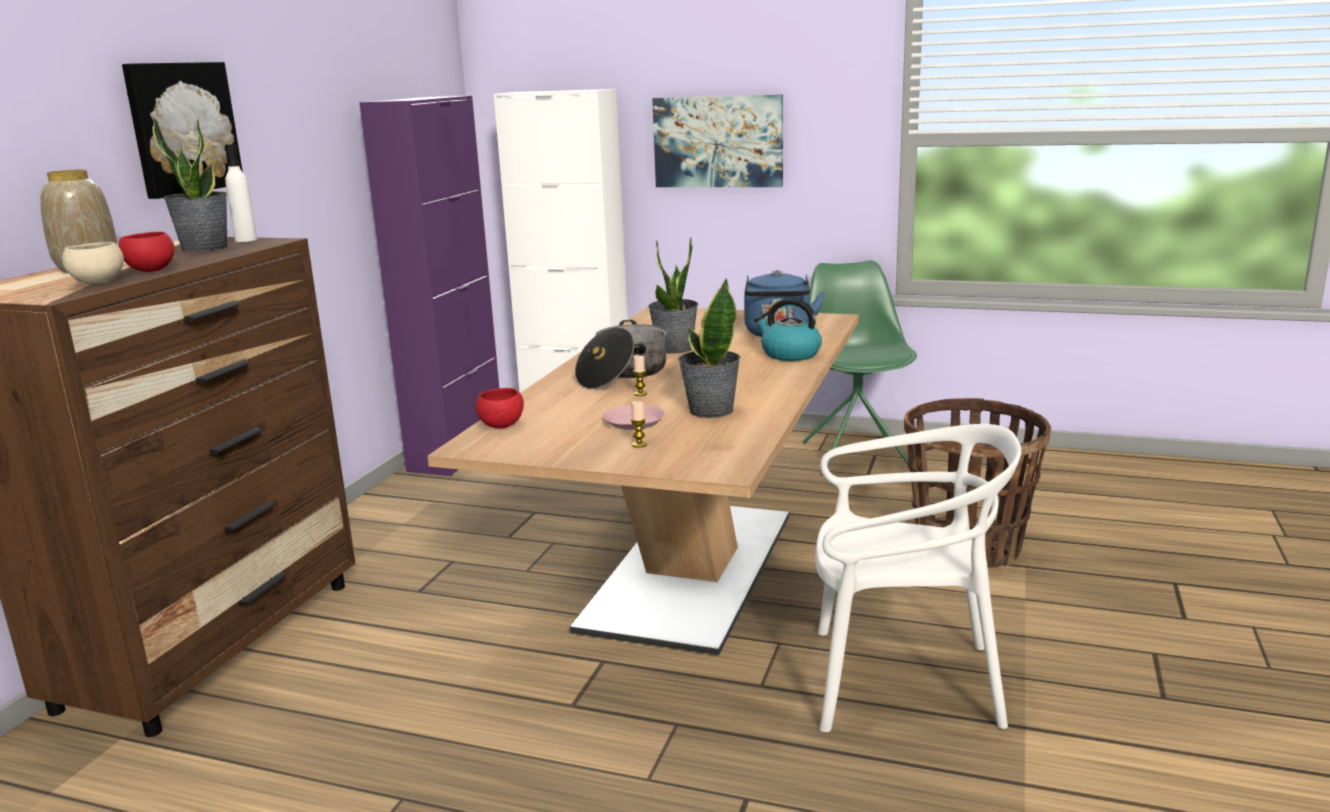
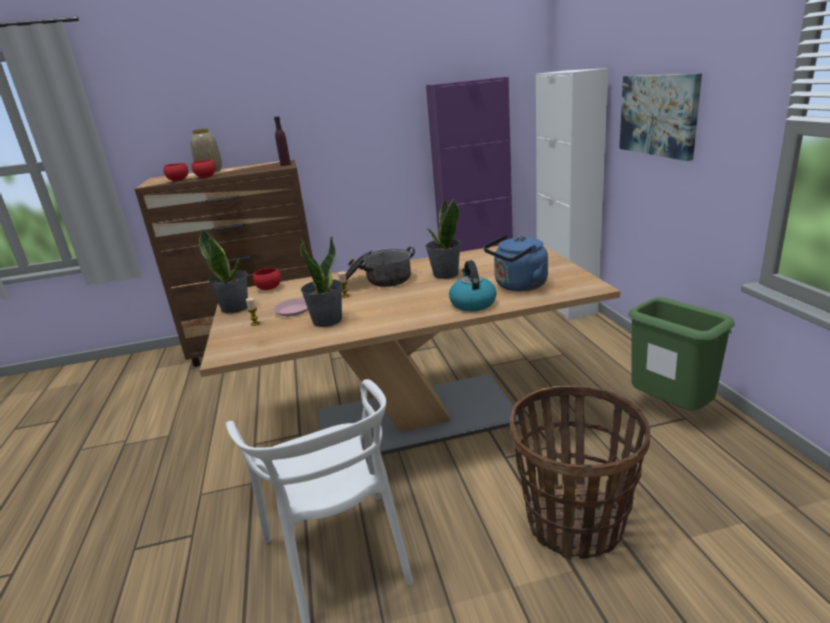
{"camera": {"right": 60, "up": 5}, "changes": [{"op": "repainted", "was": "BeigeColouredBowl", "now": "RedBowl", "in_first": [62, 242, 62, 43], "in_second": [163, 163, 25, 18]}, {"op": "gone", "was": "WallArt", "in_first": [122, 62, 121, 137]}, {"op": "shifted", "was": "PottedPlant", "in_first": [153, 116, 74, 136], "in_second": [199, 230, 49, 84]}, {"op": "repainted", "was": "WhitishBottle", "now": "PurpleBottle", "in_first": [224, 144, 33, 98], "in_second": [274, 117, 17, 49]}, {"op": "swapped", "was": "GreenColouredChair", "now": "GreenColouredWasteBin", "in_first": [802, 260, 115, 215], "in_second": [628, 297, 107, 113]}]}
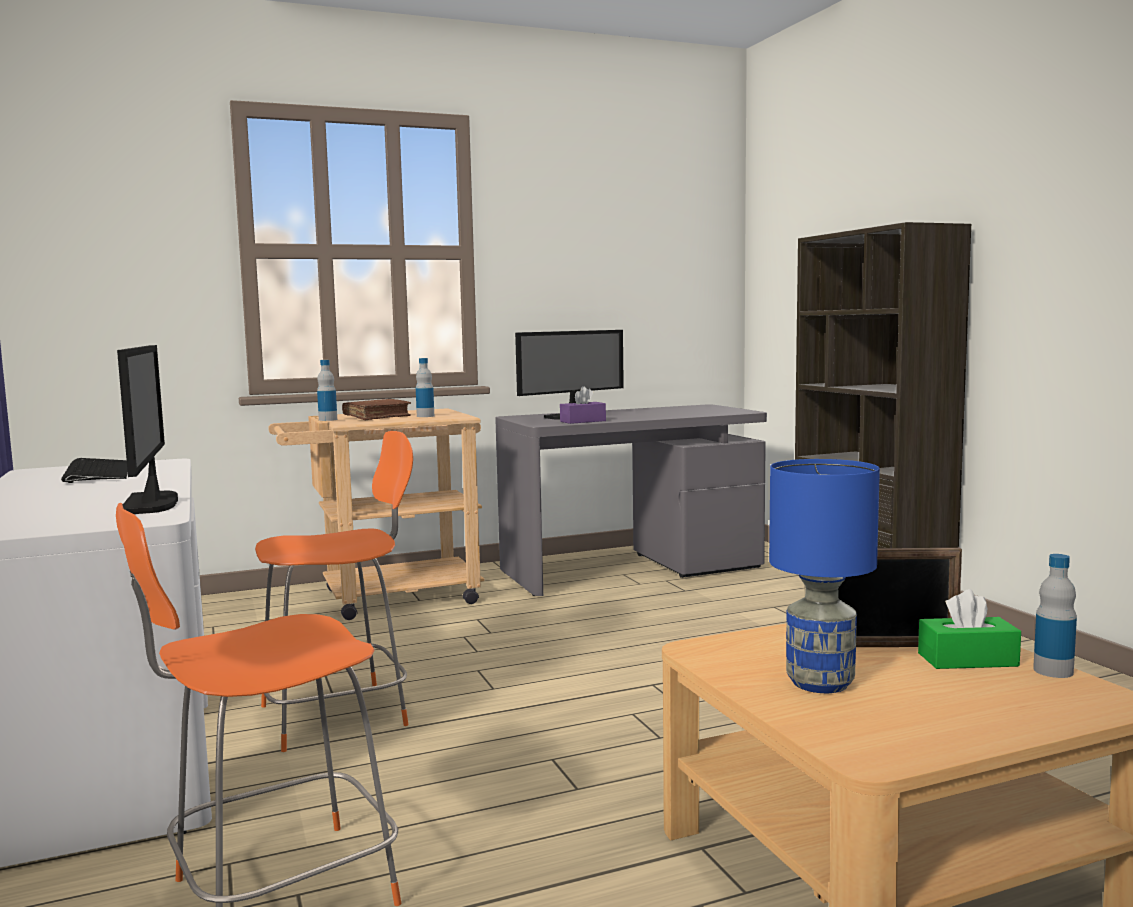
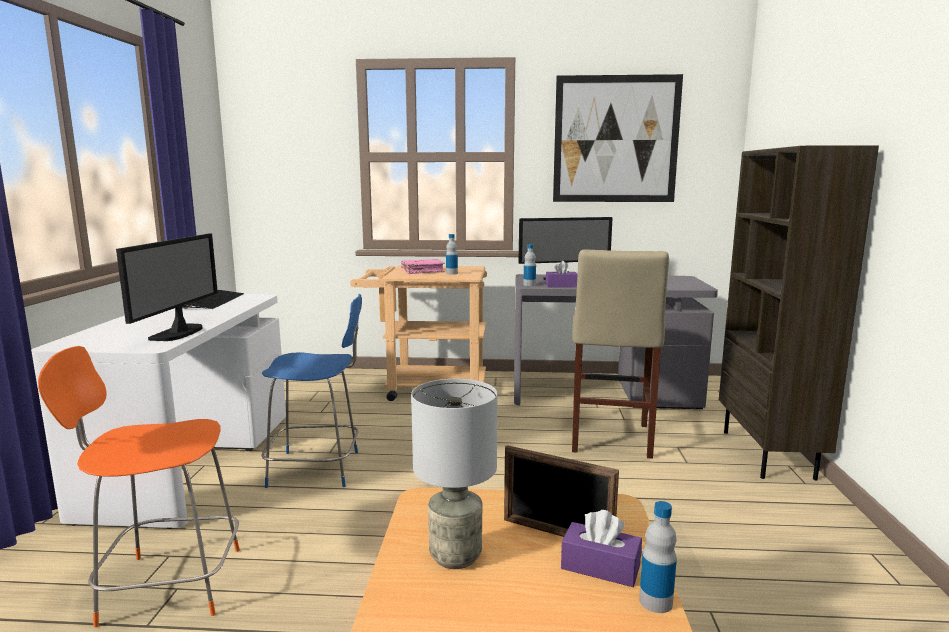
{"camera": {"right": 25, "up": 5}, "changes": [{"op": "repainted", "was": "OrangeyChair", "now": "BlueColouredChair", "in_first": [255, 431, 158, 321], "in_second": [261, 294, 101, 194]}, {"op": "shifted", "was": "Bottle", "in_first": [317, 360, 20, 61], "in_second": [523, 244, 13, 42]}, {"op": "repainted", "was": "BrownishBook", "now": "PinkBook", "in_first": [342, 399, 69, 21], "in_second": [401, 259, 44, 15]}, {"op": "repainted", "was": "BlueColouredTableLamp", "now": "GreyishTableLamp", "in_first": [769, 459, 111, 234], "in_second": [411, 379, 87, 190]}, {"op": "repainted", "was": "GreenColouredBoxOfTissues", "now": "PurpleBoxOfTissues", "in_first": [918, 589, 103, 80], "in_second": [561, 510, 81, 77]}, {"op": "new", "now": "WallArt", "in_second": [553, 74, 130, 128]}, {"op": "new", "now": "BeigeColouredSittingStool", "in_second": [572, 249, 97, 210]}]}
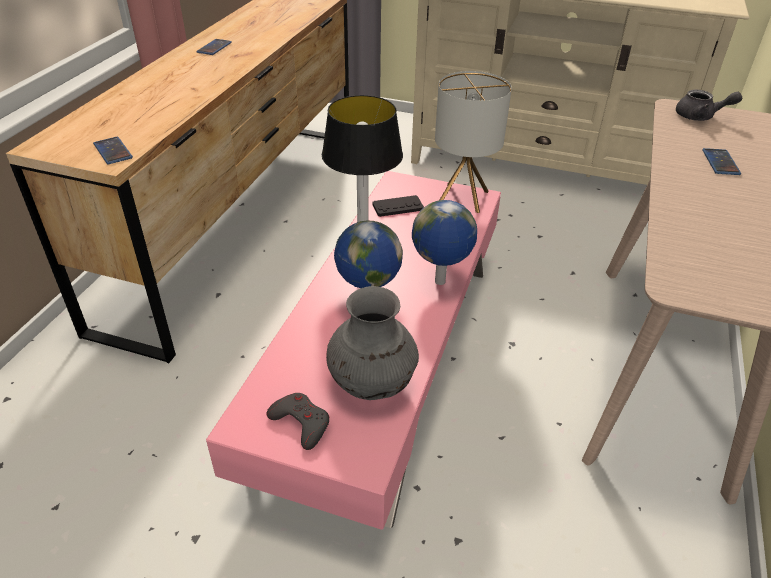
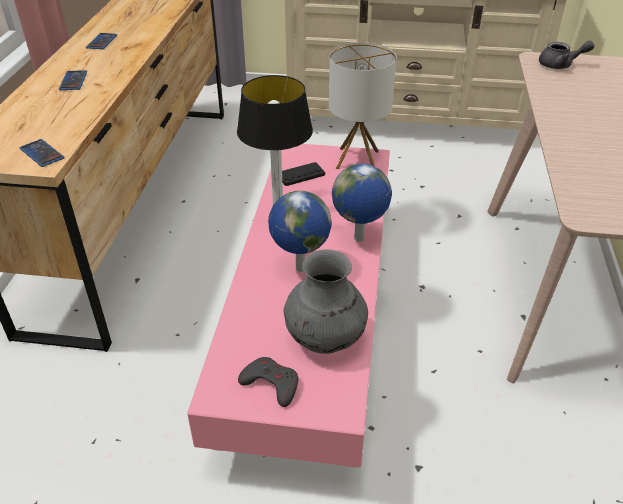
{"camera": {"right": -10, "up": 0}, "changes": [{"op": "shifted", "was": "Telephone", "in_first": [702, 148, 39, 27], "in_second": [59, 70, 28, 20]}]}
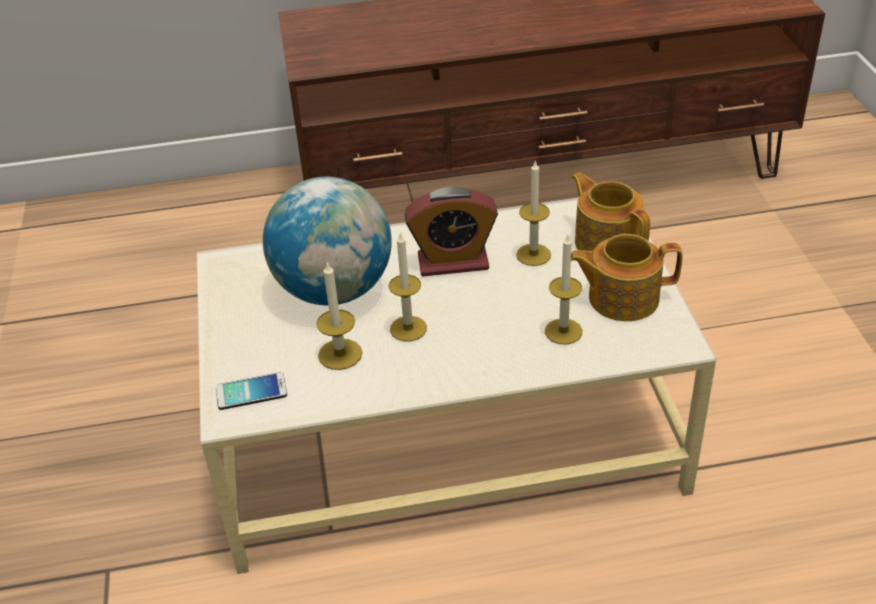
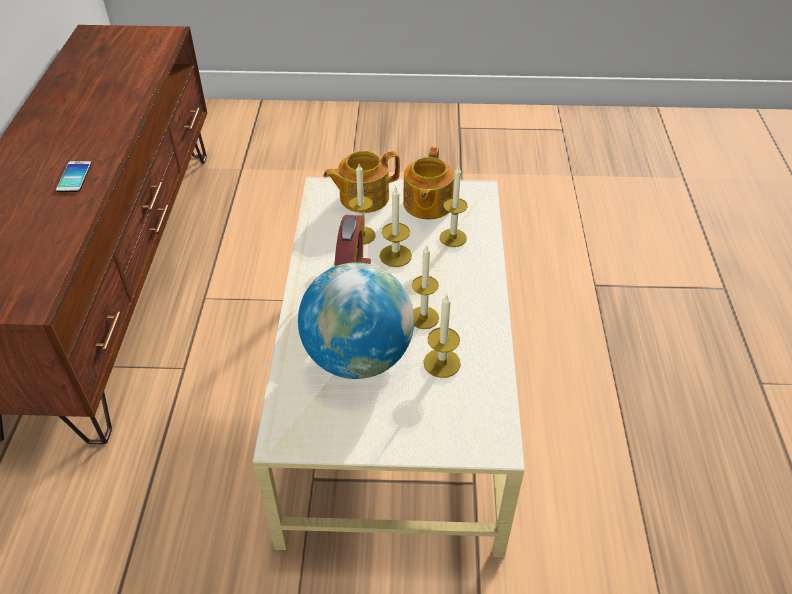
{"camera": {"right": -80, "up": 5}, "changes": [{"op": "shifted", "was": "Telephone", "in_first": [216, 372, 71, 38], "in_second": [56, 161, 36, 31]}, {"op": "new", "now": "WaxLight", "in_second": [380, 187, 32, 80]}]}
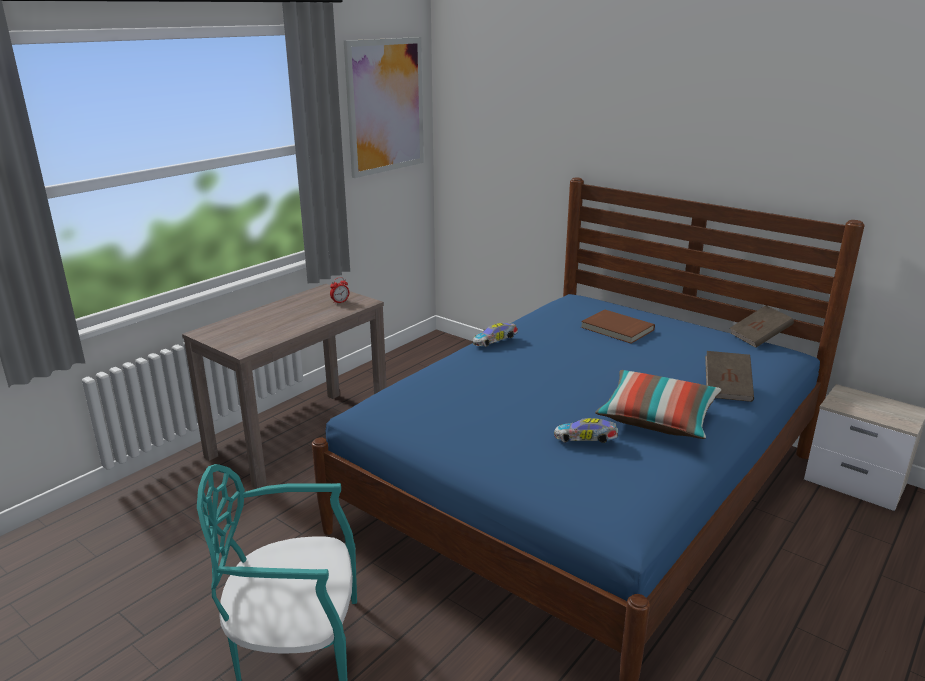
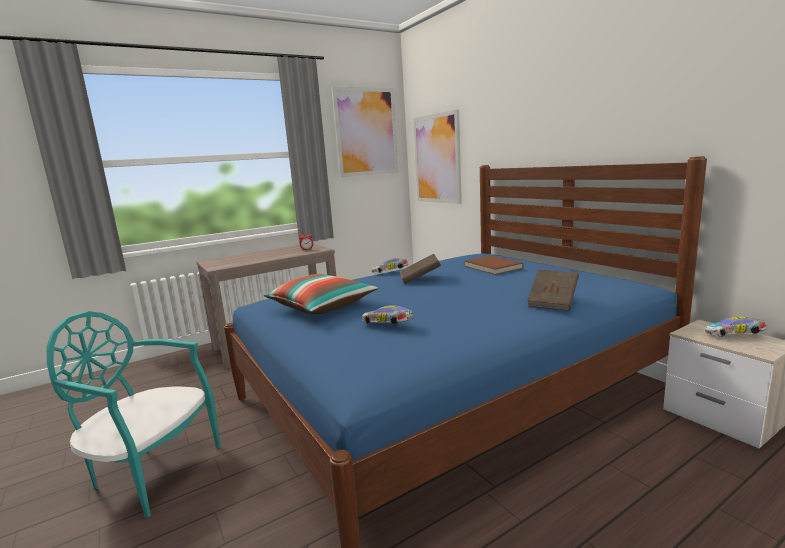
{"camera": {"right": 20, "up": -10}, "changes": [{"op": "shifted", "was": "Cushion", "in_first": [595, 370, 127, 69], "in_second": [263, 274, 115, 40]}, {"op": "shifted", "was": "BrownishBook", "in_first": [730, 305, 64, 43], "in_second": [400, 254, 41, 30]}, {"op": "new", "now": "WallArt", "in_second": [413, 109, 49, 95]}, {"op": "new", "now": "MiniatureCar", "in_second": [705, 316, 62, 21]}]}
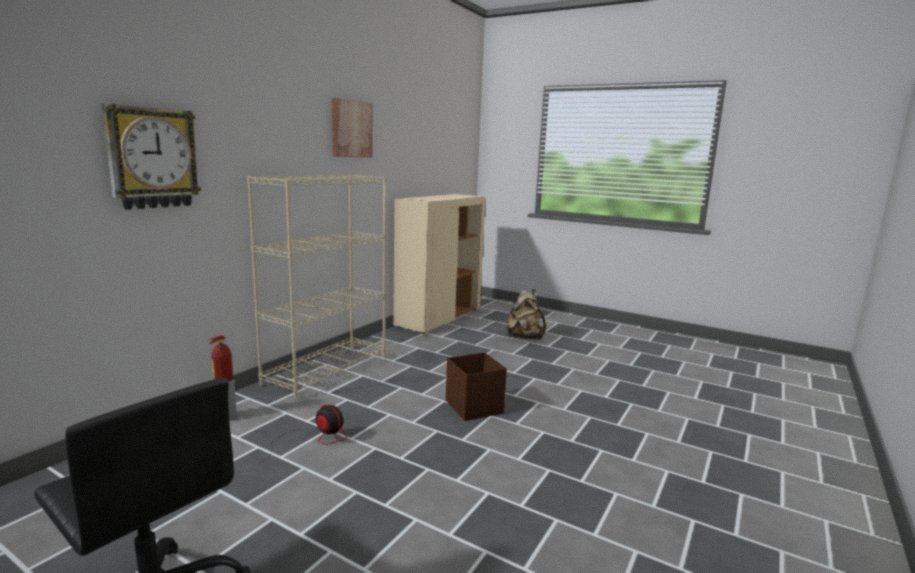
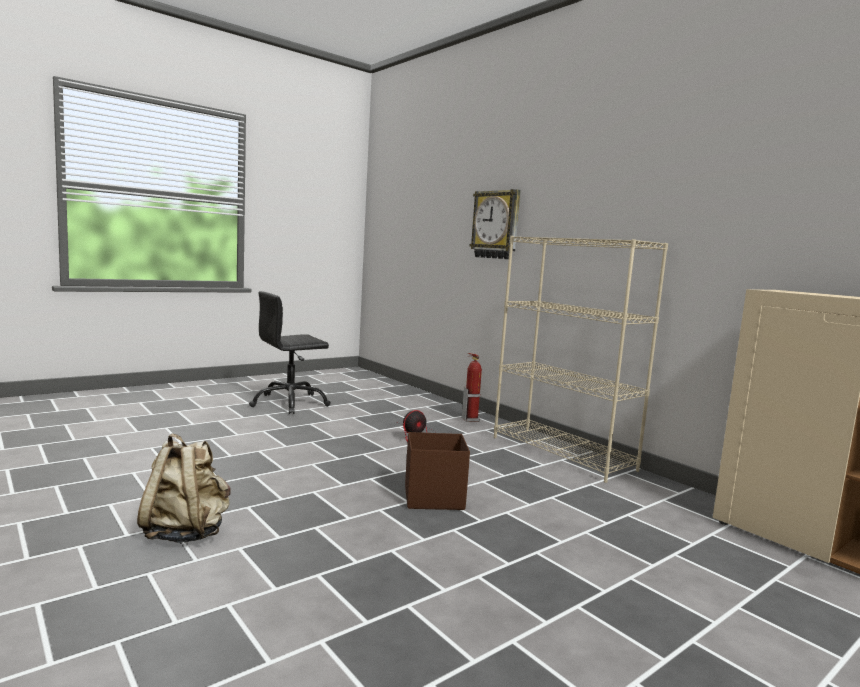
{"camera": {"right": 110, "up": -5}, "changes": [{"op": "gone", "was": "WallArt", "in_first": [332, 98, 41, 60]}, {"op": "shifted", "was": "BeigeColouredBackpack", "in_first": [506, 289, 40, 51], "in_second": [137, 433, 94, 110]}]}
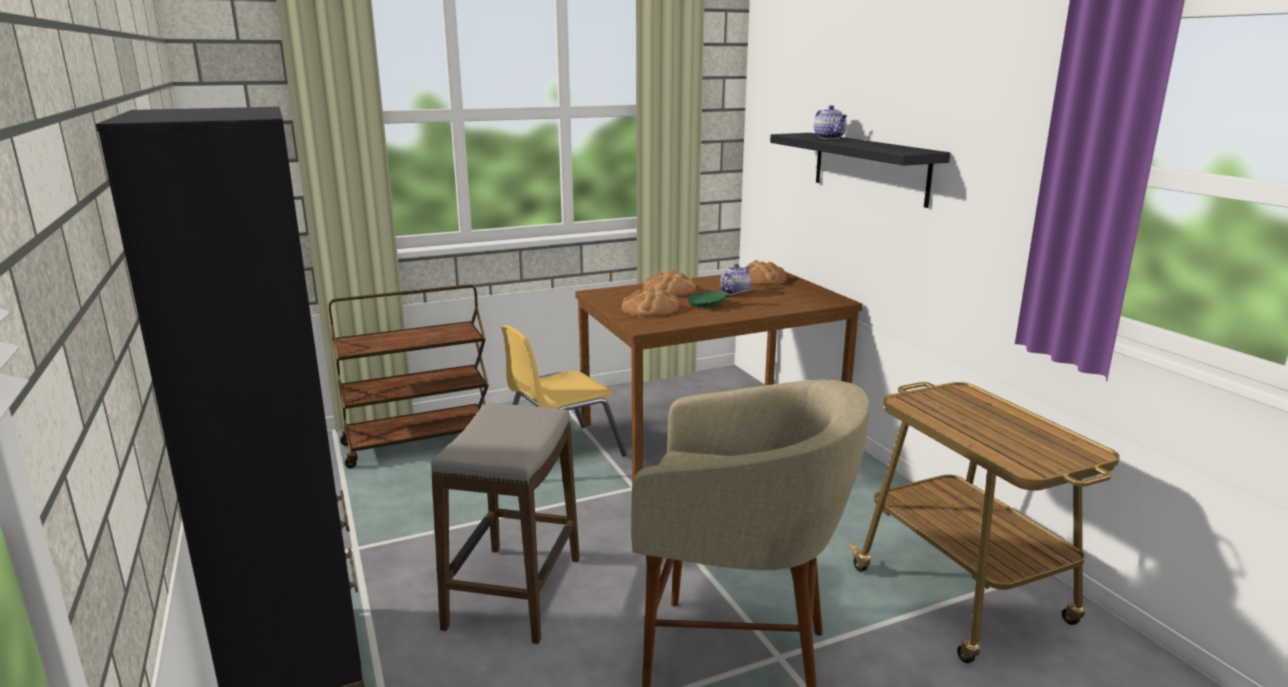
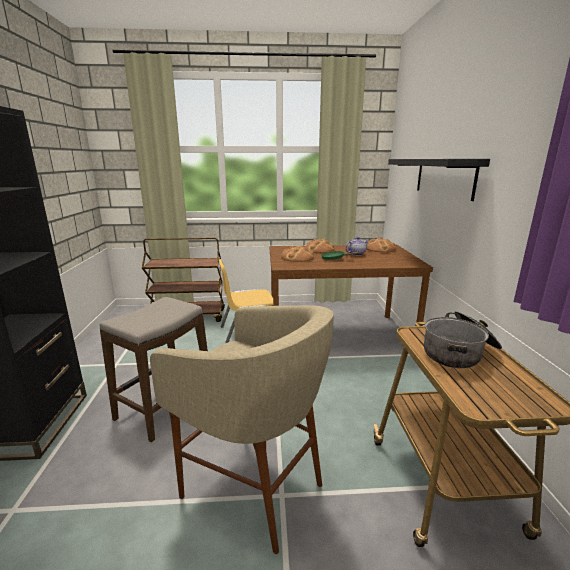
{"camera": {"right": 20, "up": 0}, "changes": [{"op": "gone", "was": "TeaPot", "in_first": [814, 105, 33, 34]}, {"op": "new", "now": "Saucepot", "in_second": [424, 311, 78, 57]}]}
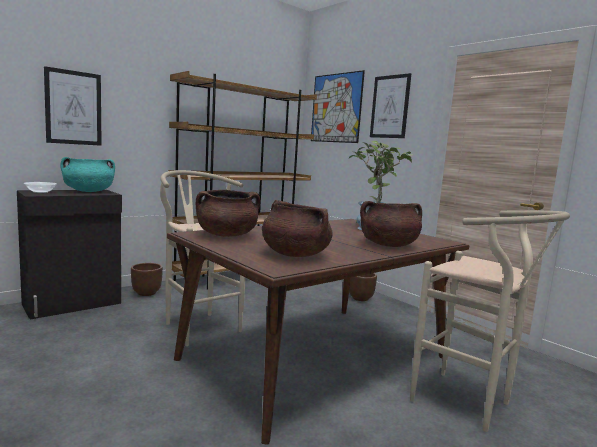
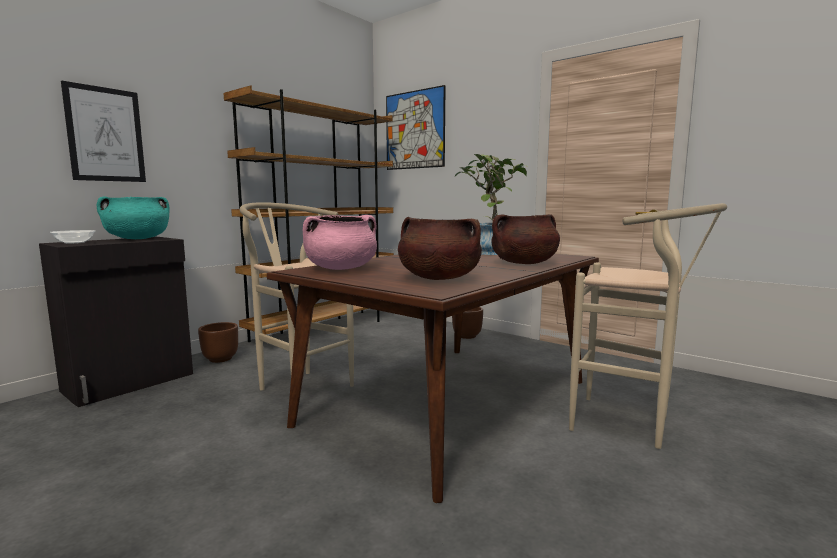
{"camera": {"right": -10, "up": 0}, "changes": [{"op": "repainted", "was": "BrownishSaucepot", "now": "PinkSaucepot", "in_first": [196, 190, 65, 47], "in_second": [303, 215, 74, 55]}, {"op": "gone", "was": "WallArt", "in_first": [370, 73, 41, 65]}]}
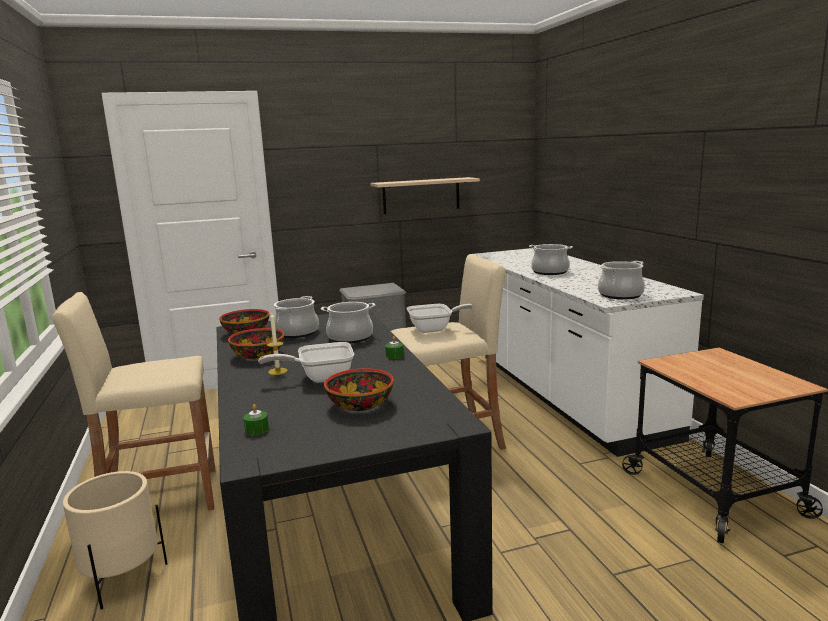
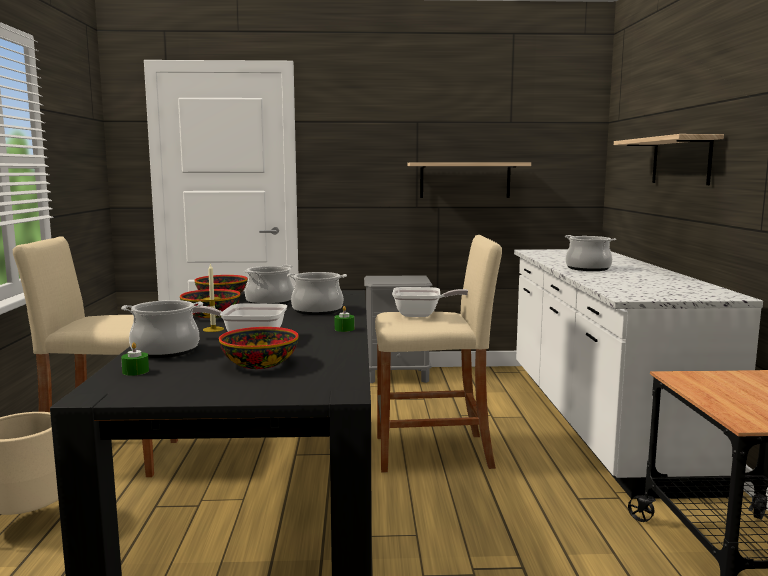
{"camera": {"right": 15, "up": -5}, "changes": [{"op": "shifted", "was": "Saucepot", "in_first": [598, 261, 47, 38], "in_second": [121, 300, 82, 58]}, {"op": "new", "now": "WallShelf", "in_second": [614, 134, 110, 51]}]}
